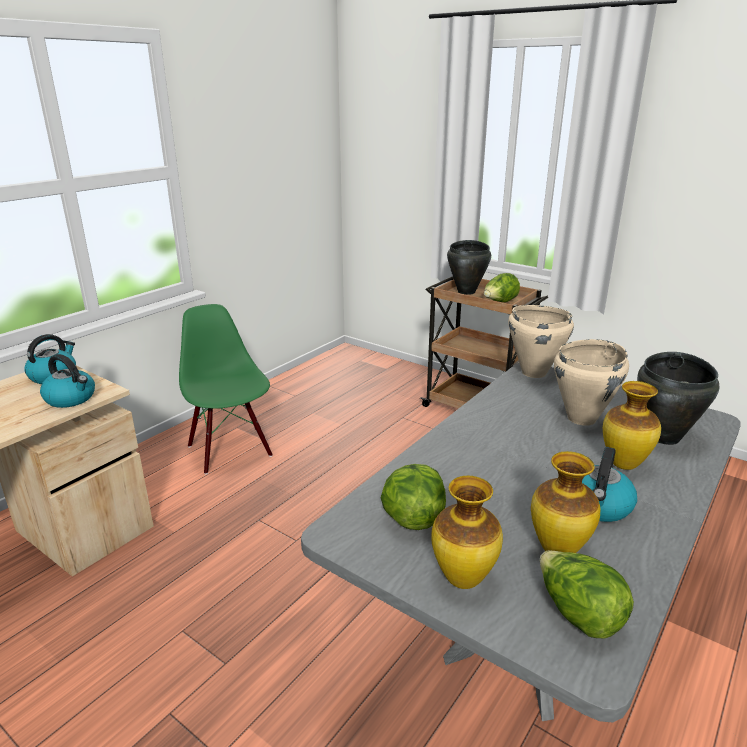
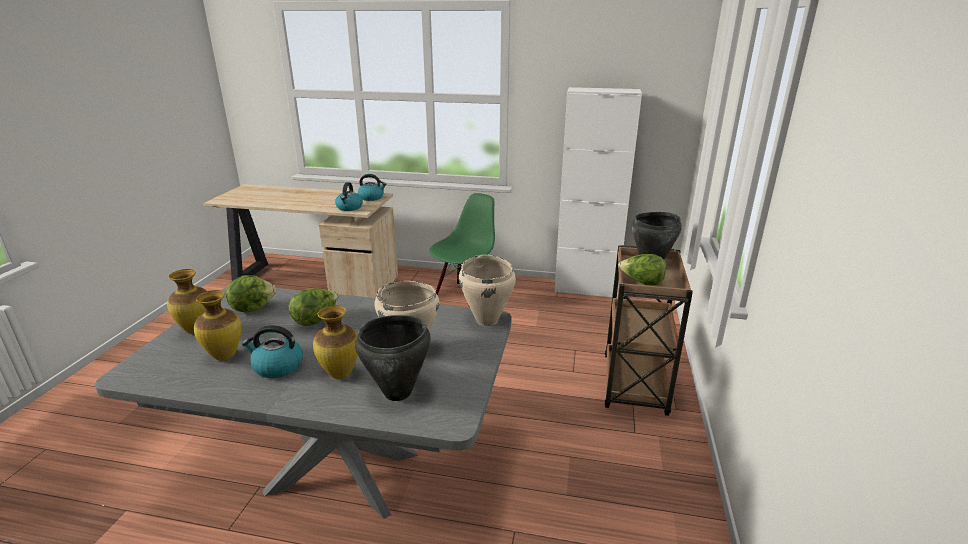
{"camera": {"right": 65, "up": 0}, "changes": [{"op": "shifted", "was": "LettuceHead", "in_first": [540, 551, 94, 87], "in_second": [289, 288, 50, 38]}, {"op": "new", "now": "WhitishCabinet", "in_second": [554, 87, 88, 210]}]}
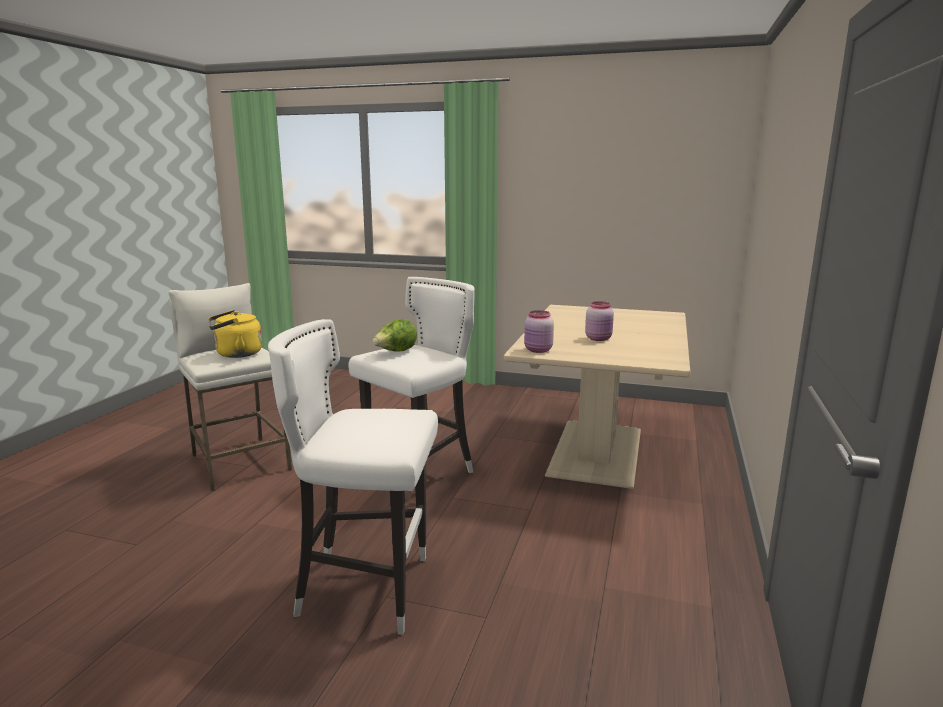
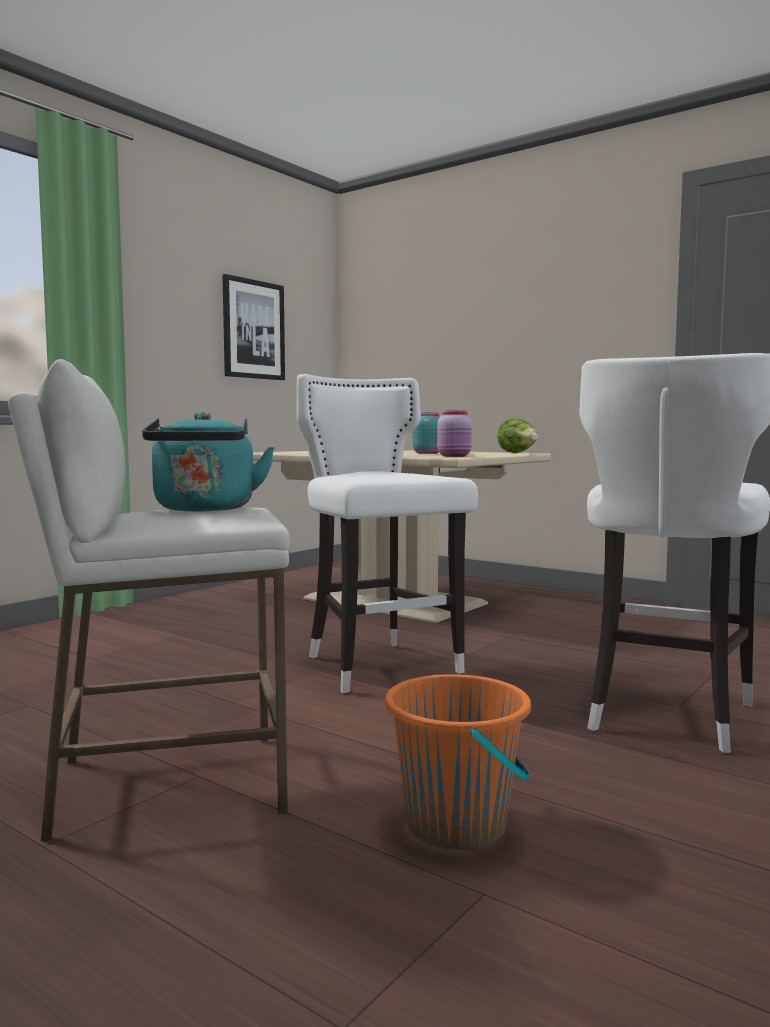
{"camera": {"right": -70, "up": -10}, "changes": [{"op": "repainted", "was": "YellowColouredWaterKettle", "now": "TurquoiseColouredWaterKettle", "in_first": [209, 310, 53, 48], "in_second": [142, 412, 133, 99]}, {"op": "shifted", "was": "LettuceHead", "in_first": [373, 319, 44, 33], "in_second": [497, 418, 41, 35]}, {"op": "repainted", "was": "PinkPreserveJar", "now": "TurquoiseColouredPreserveJar", "in_first": [585, 301, 29, 40], "in_second": [413, 412, 27, 42]}, {"op": "new", "now": "WallArt", "in_second": [222, 274, 63, 106]}, {"op": "new", "now": "OrangeyWaterBucket", "in_second": [385, 674, 146, 176]}]}
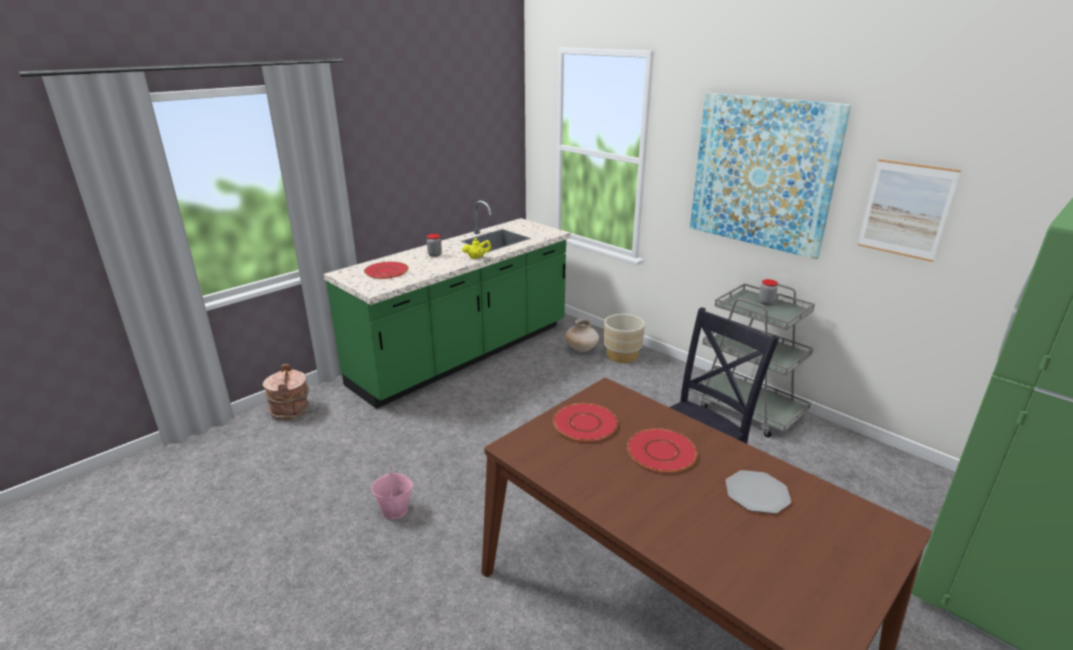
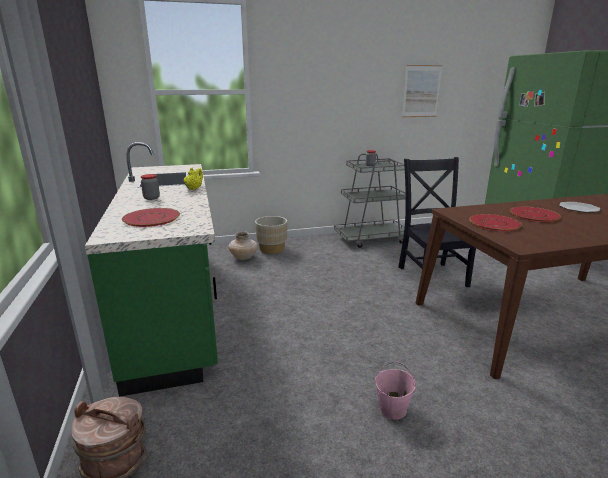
{"camera": {"right": -60, "up": -5}, "changes": [{"op": "gone", "was": "WallArt", "in_first": [690, 93, 161, 166]}]}
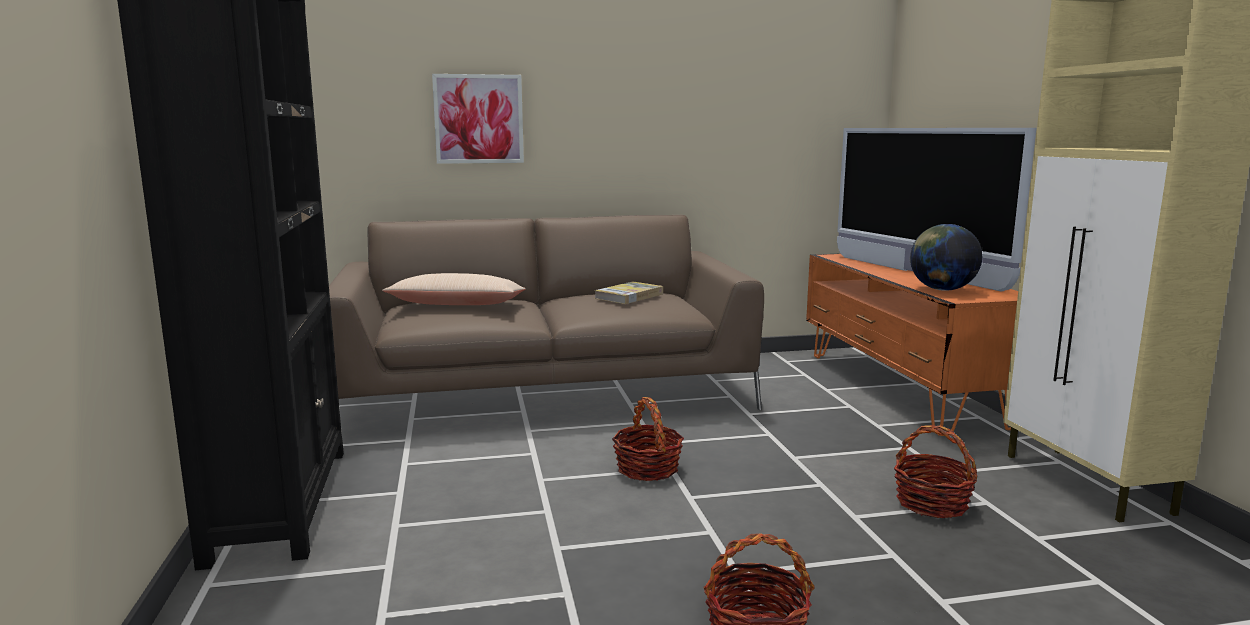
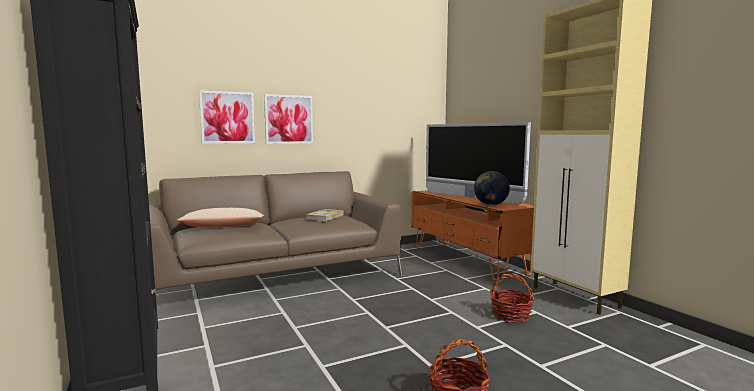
{"camera": {"right": -15, "up": -5}, "changes": [{"op": "gone", "was": "Basket", "in_first": [612, 397, 72, 84]}, {"op": "new", "now": "WallArt", "in_second": [264, 94, 49, 50]}]}
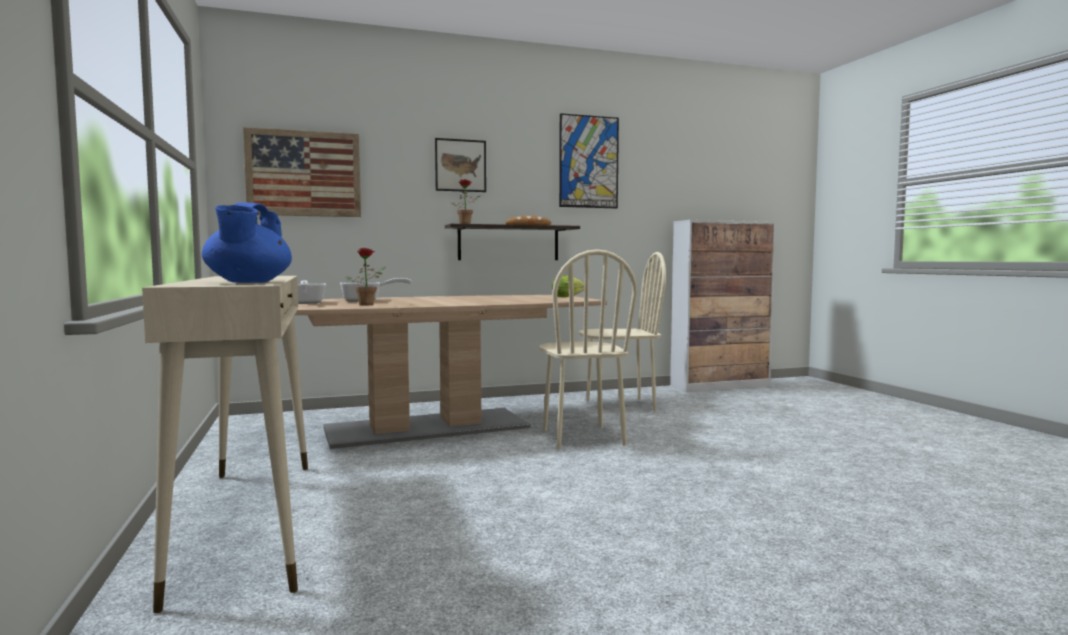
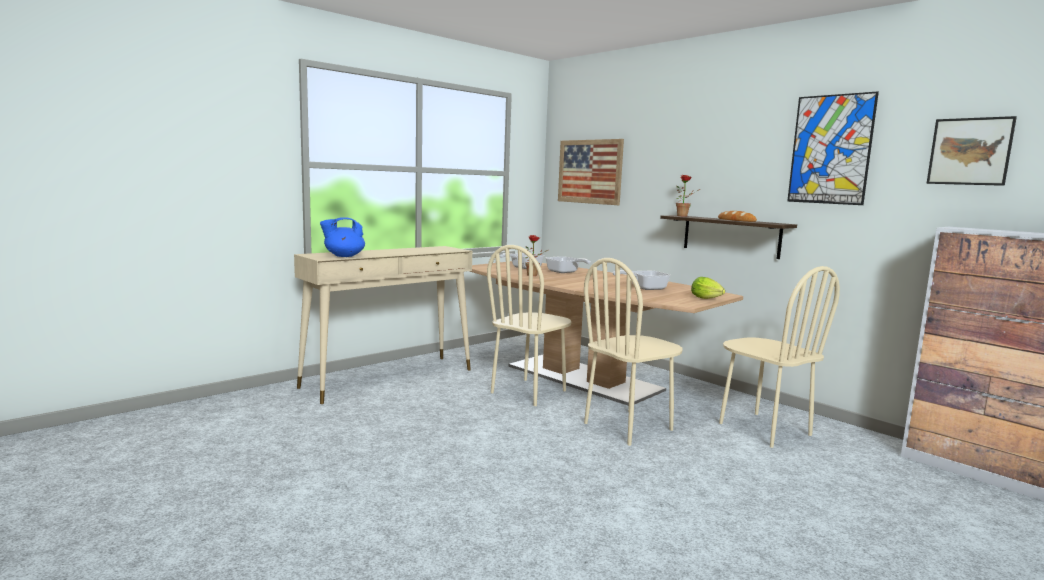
{"camera": {"right": 65, "up": 5}, "changes": [{"op": "shifted", "was": "WallArt", "in_first": [435, 138, 51, 54], "in_second": [927, 116, 90, 70]}, {"op": "new", "now": "BeigeColouredChair", "in_second": [487, 245, 85, 161]}, {"op": "new", "now": "FryingPan", "in_second": [613, 270, 58, 20]}]}
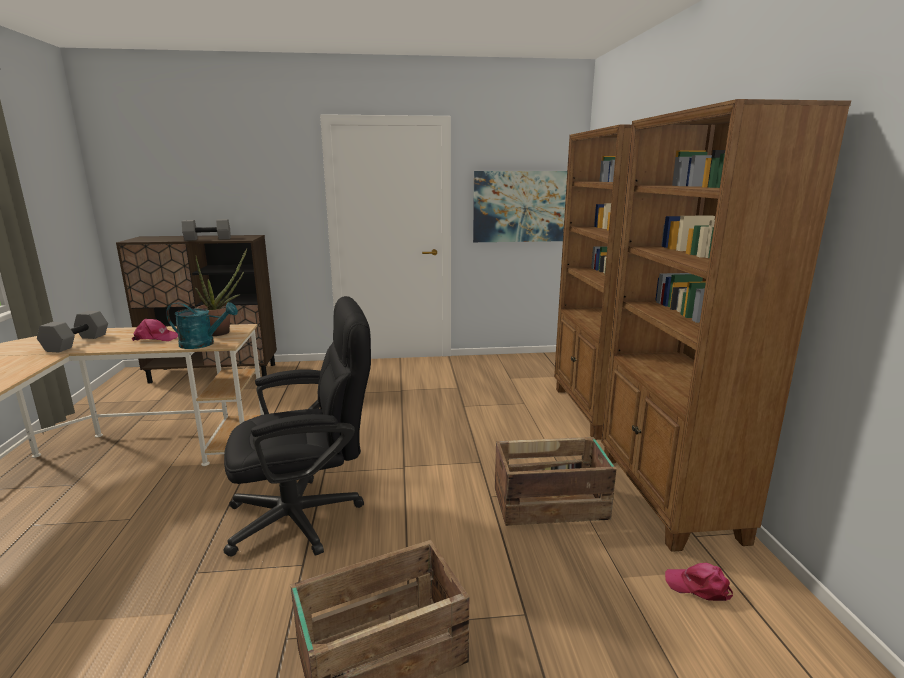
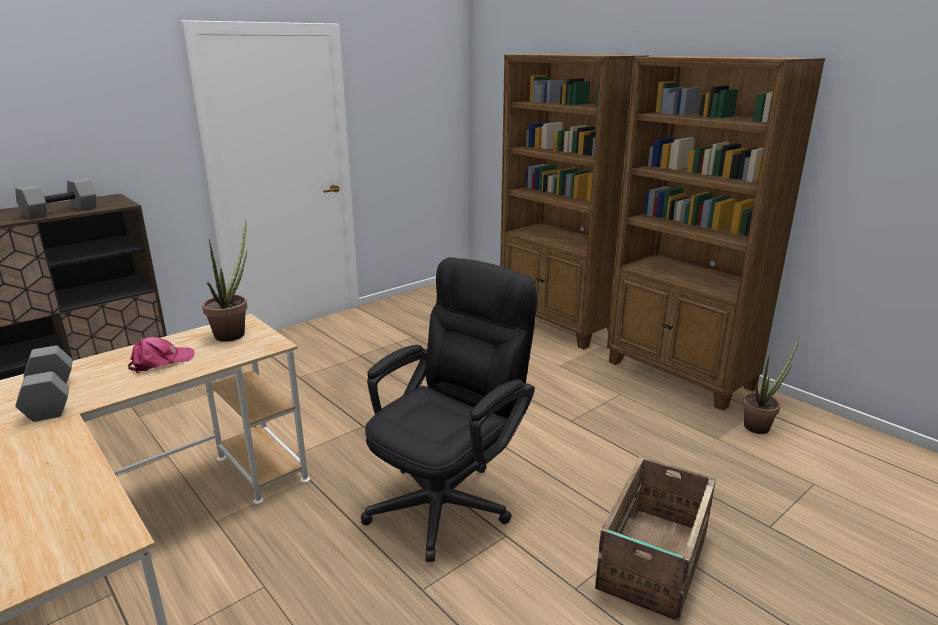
{"camera": {"right": -35, "up": 5}, "changes": [{"op": "gone", "was": "TurquoiseColouredWateringCan", "in_first": [166, 302, 72, 47]}, {"op": "gone", "was": "WallArt", "in_first": [473, 171, 94, 71]}, {"op": "gone", "was": "PackingCrate", "in_first": [495, 437, 121, 89]}, {"op": "swapped", "was": "PinkPeakedCap", "now": "PottedPlant", "in_first": [665, 563, 68, 38], "in_second": [742, 338, 57, 96]}]}
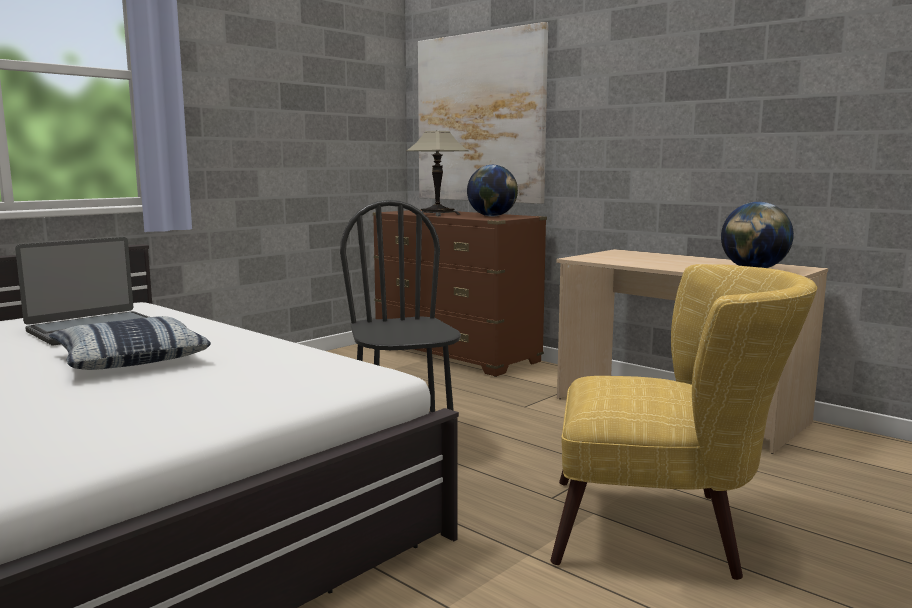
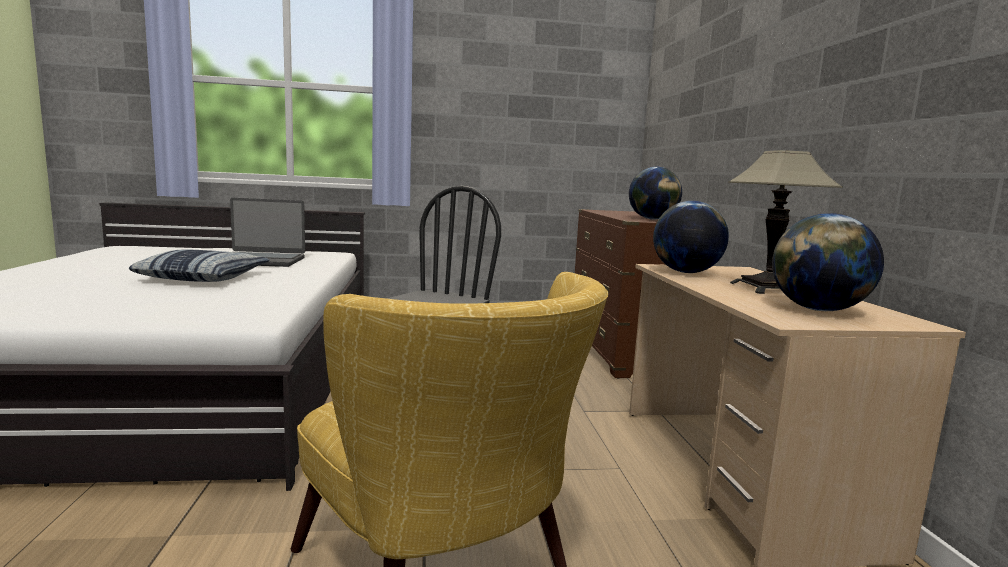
{"camera": {"right": 40, "up": 0}, "changes": [{"op": "shifted", "was": "TableLamp", "in_first": [406, 130, 63, 86], "in_second": [728, 150, 115, 144]}, {"op": "gone", "was": "WallArt", "in_first": [418, 22, 130, 182]}, {"op": "new", "now": "WorldGlobe", "in_second": [653, 201, 76, 72]}]}
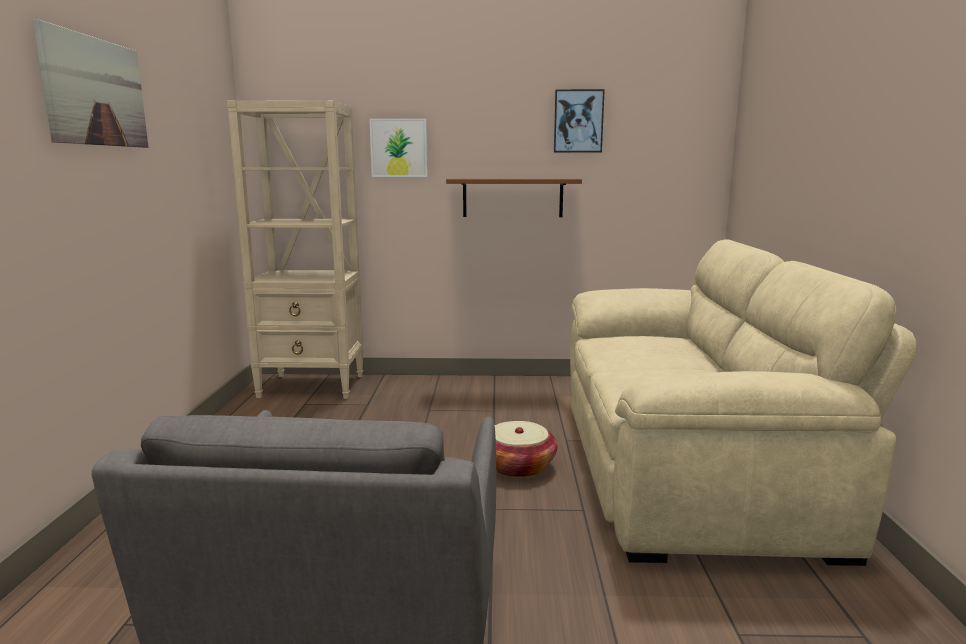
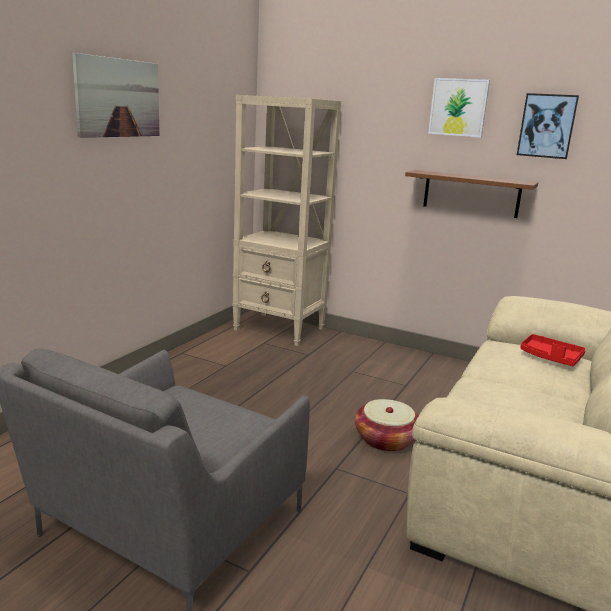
{"camera": {"right": 25, "up": 5}, "changes": [{"op": "shifted", "was": "WallArt", "in_first": [369, 119, 59, 58], "in_second": [428, 78, 62, 59]}, {"op": "new", "now": "RedServingTray", "in_second": [520, 334, 65, 32]}]}
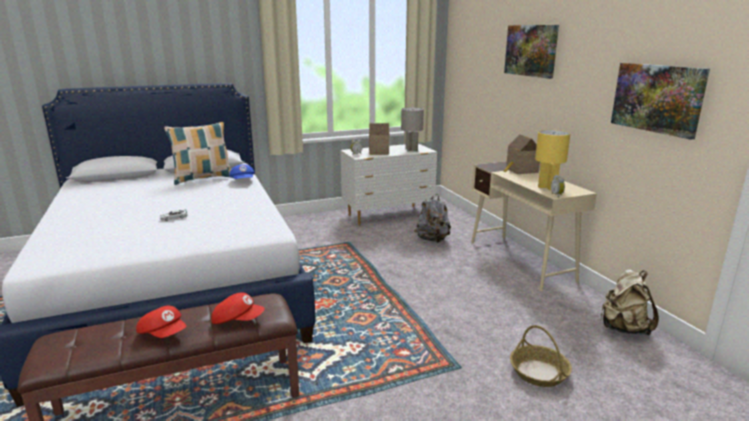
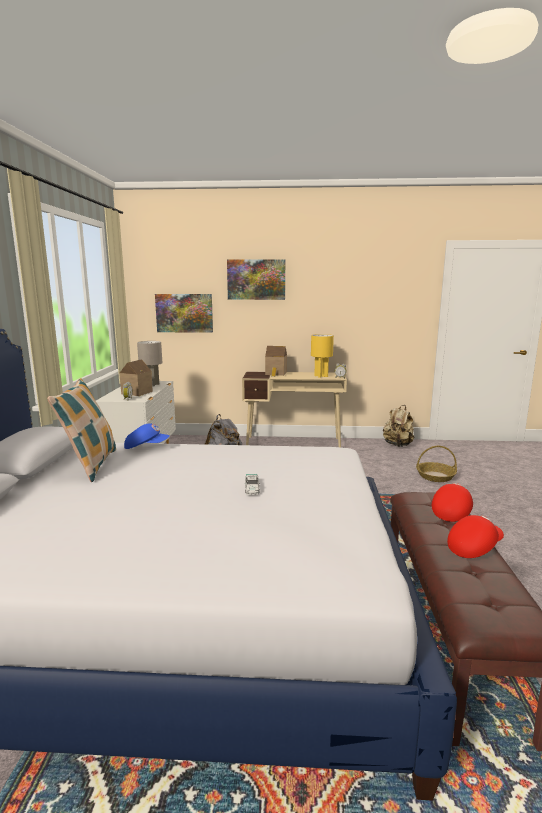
{"camera": {"right": -65, "up": -5}, "changes": [{"op": "shifted", "was": "WallArt", "in_first": [611, 63, 99, 77], "in_second": [155, 294, 58, 39]}]}
